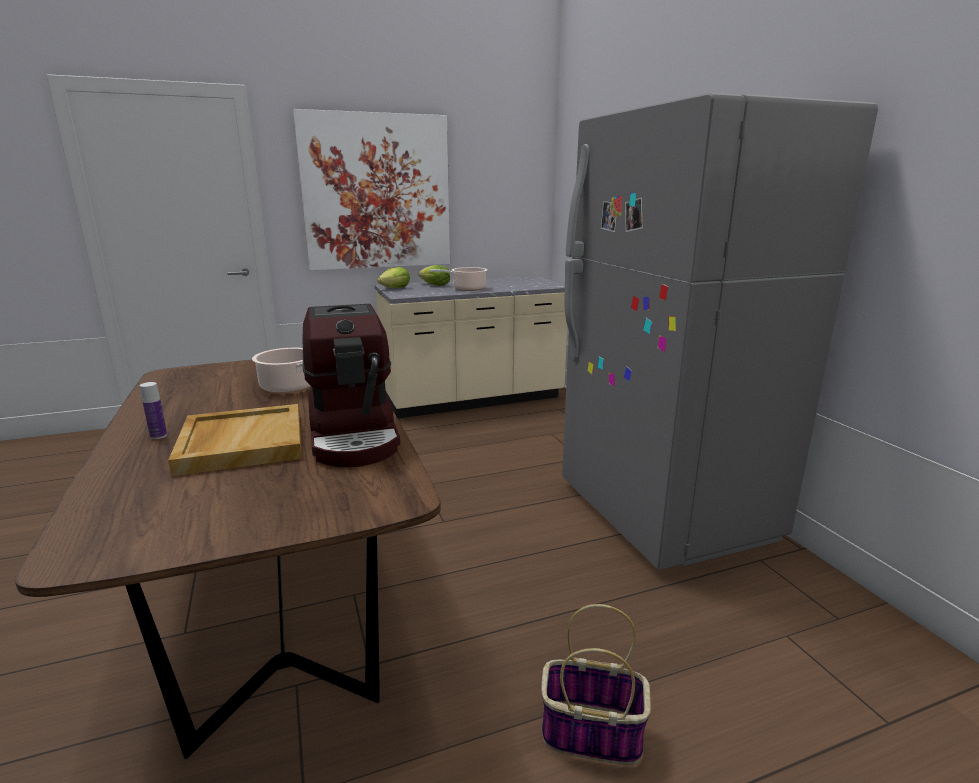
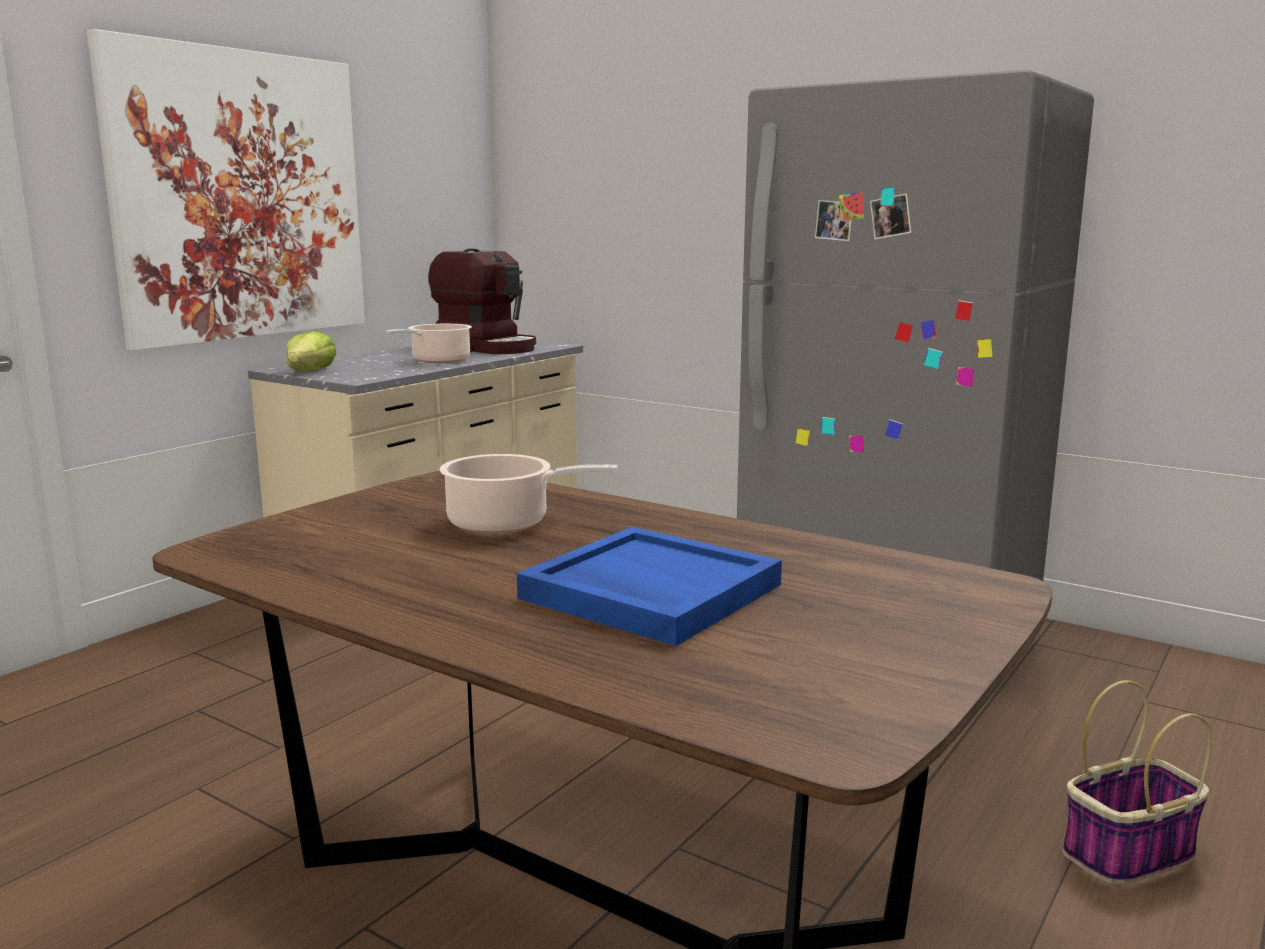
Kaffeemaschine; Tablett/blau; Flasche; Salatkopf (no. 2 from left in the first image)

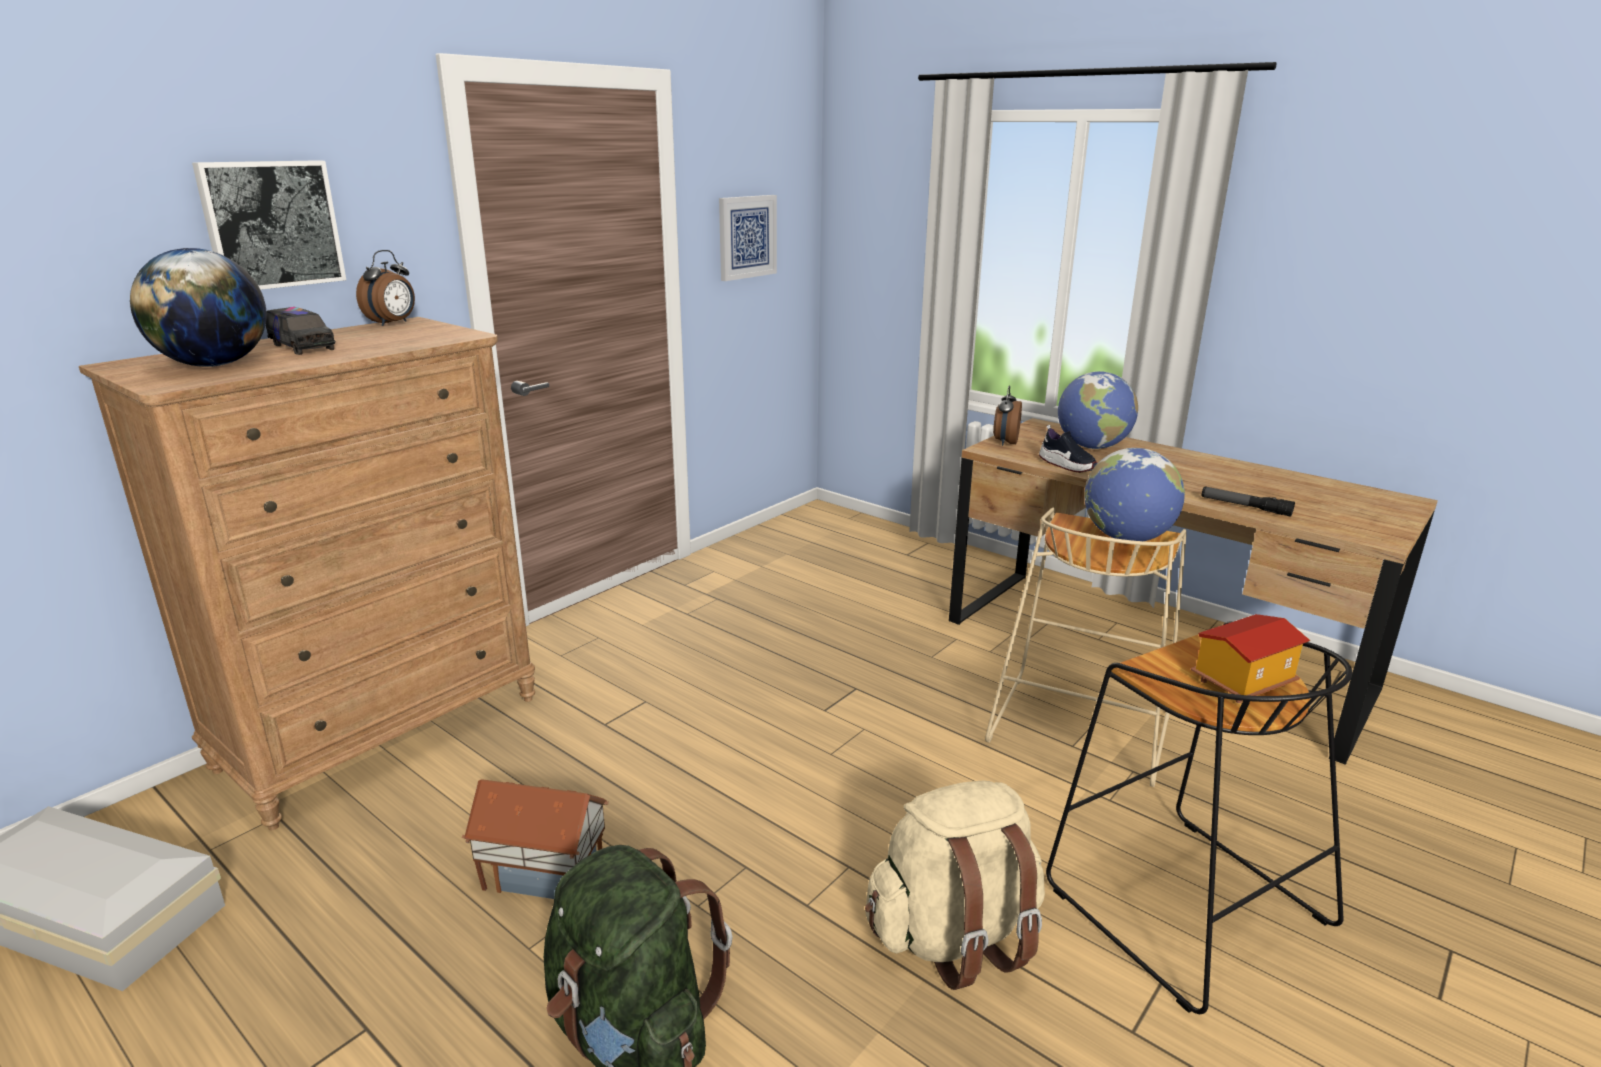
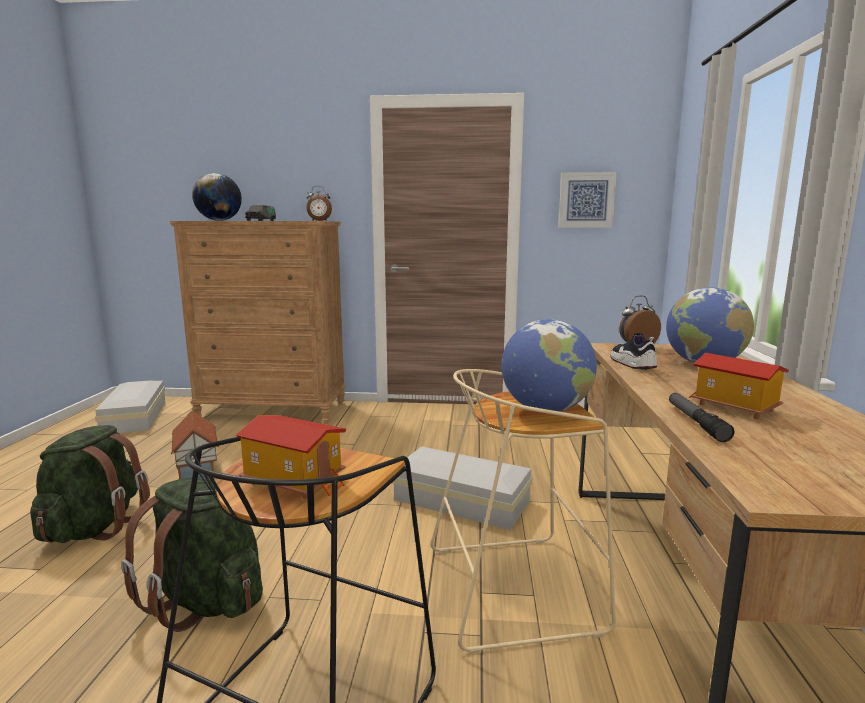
Rucksack/grün (no. 2 from left); Aufbewahrungsbox/weiß (no. 2 from left); Schuh; Spielzeughaus (no. 3 from left); Bild (no. 1 from left in the first image)

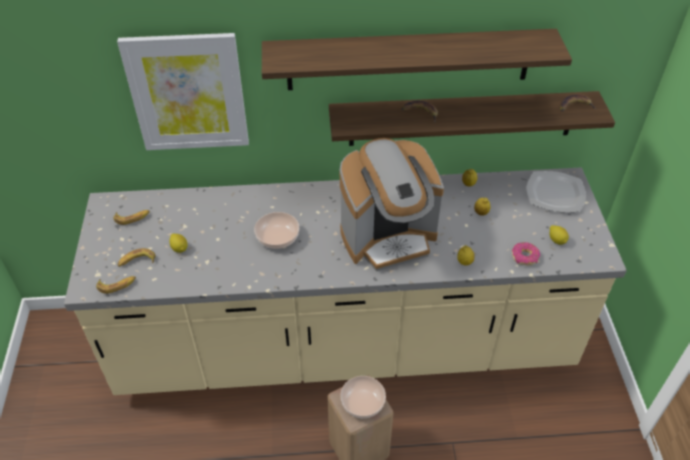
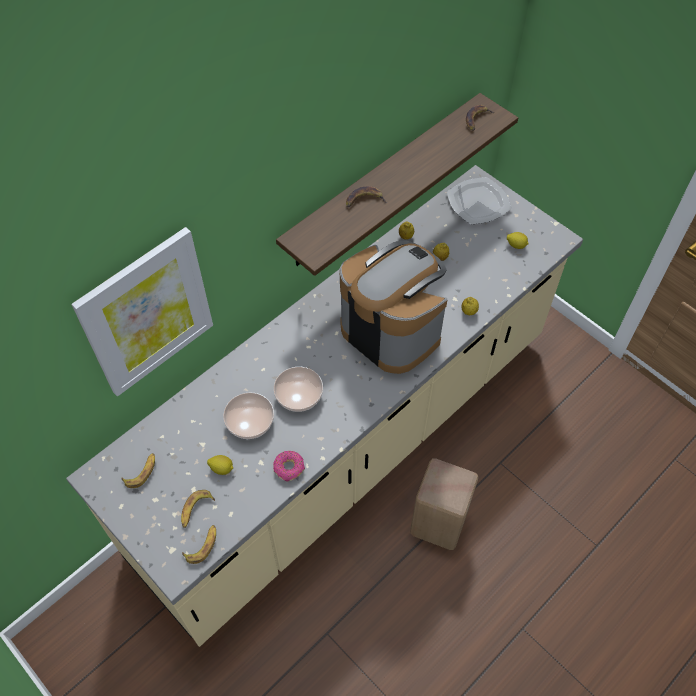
Schüssel (no. 1 from left); Donut; Kaffeemaschine; Wandregal (no. 1 from left in the first image)

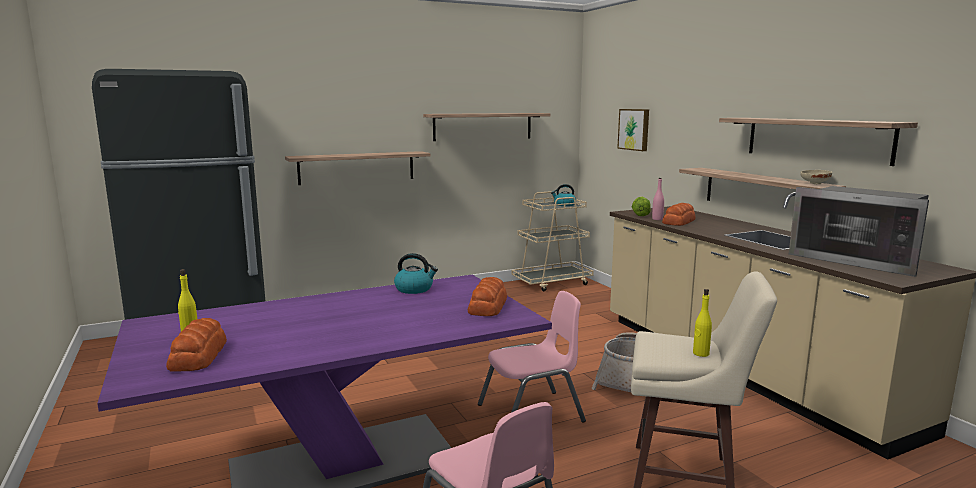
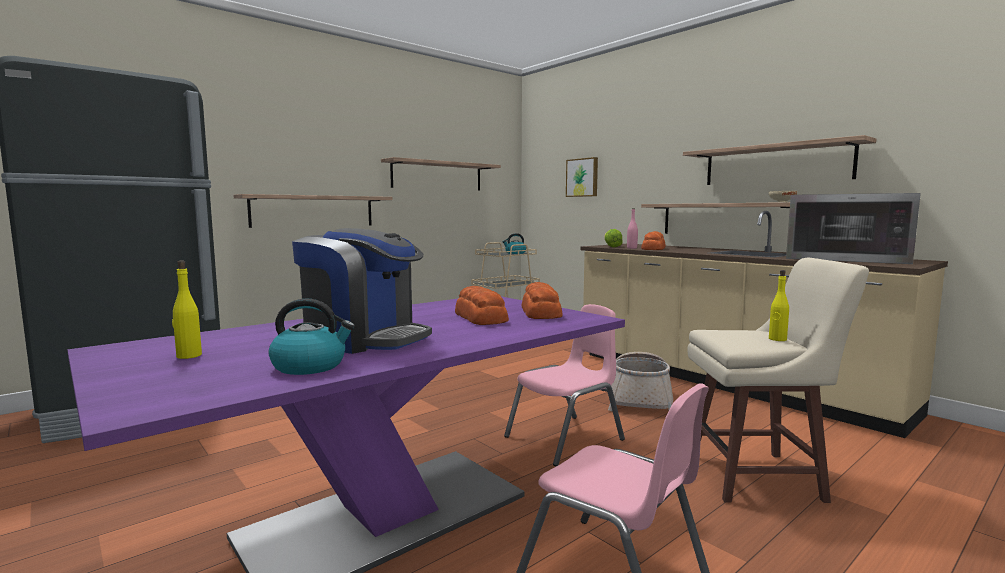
Wasserkessel (no. 1 from left); Kaffeemaschine; Brot (no. 1 from left)

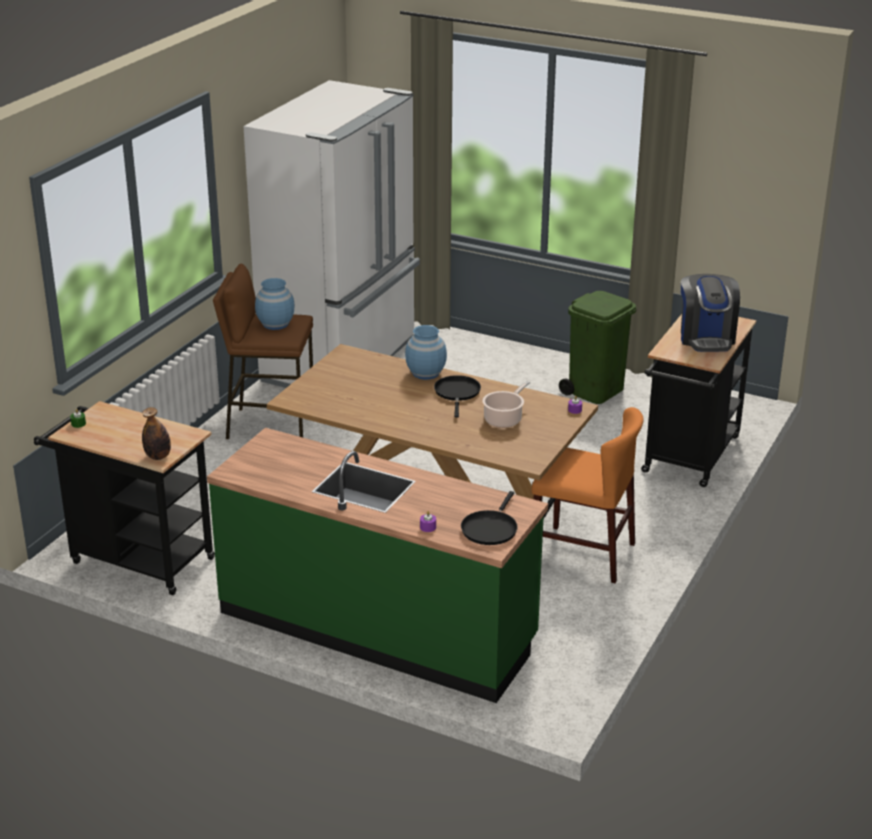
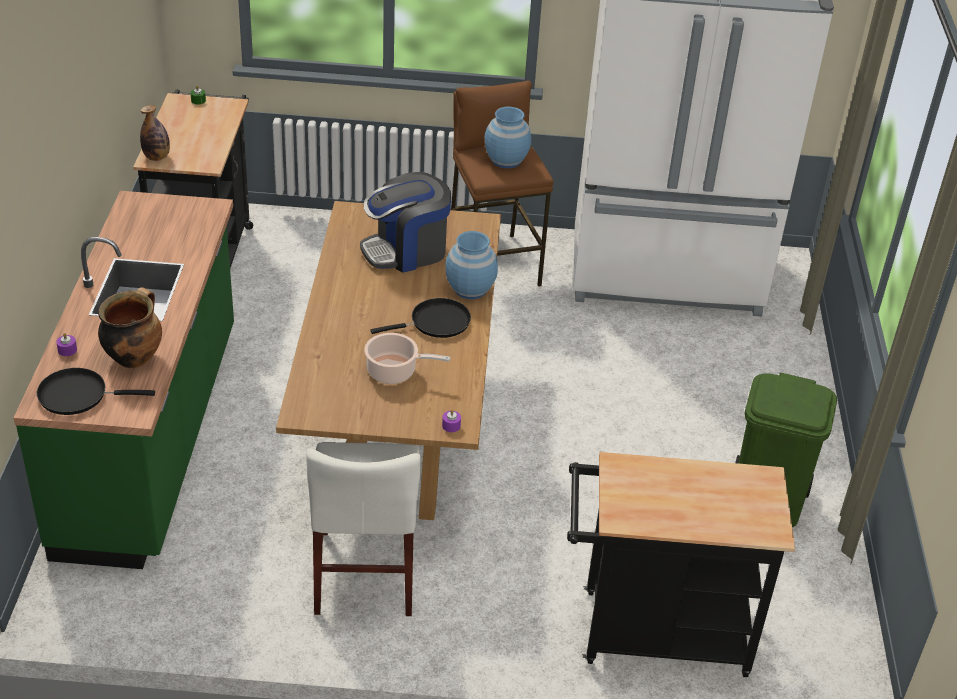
Kochtopf (no. 1 from left); Stuhl/weiß; Kaffeemaschine

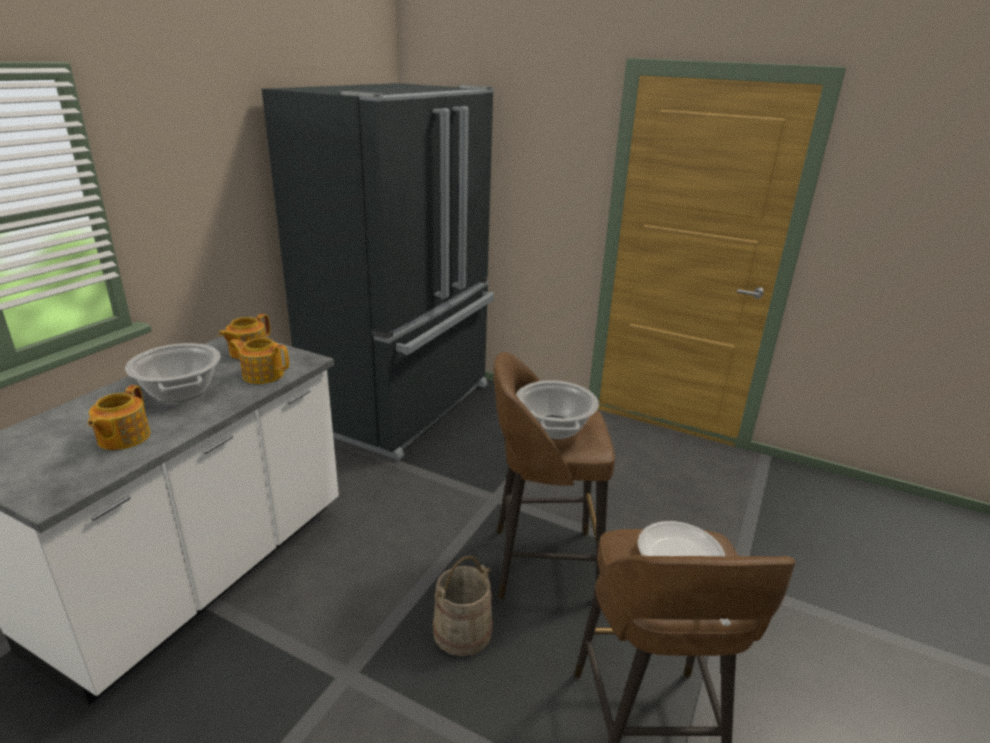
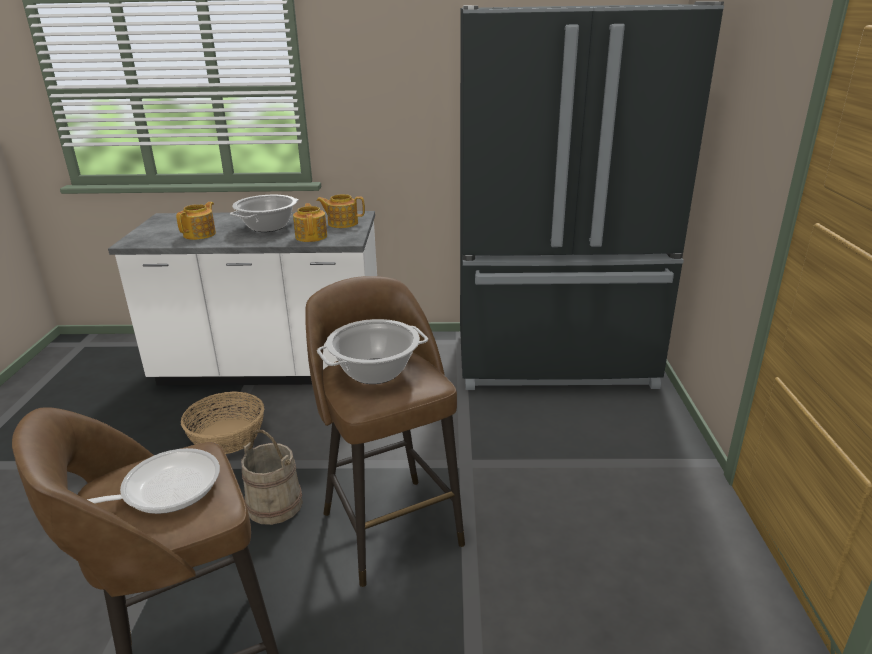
Teekanne (no. 1 from left); Korb

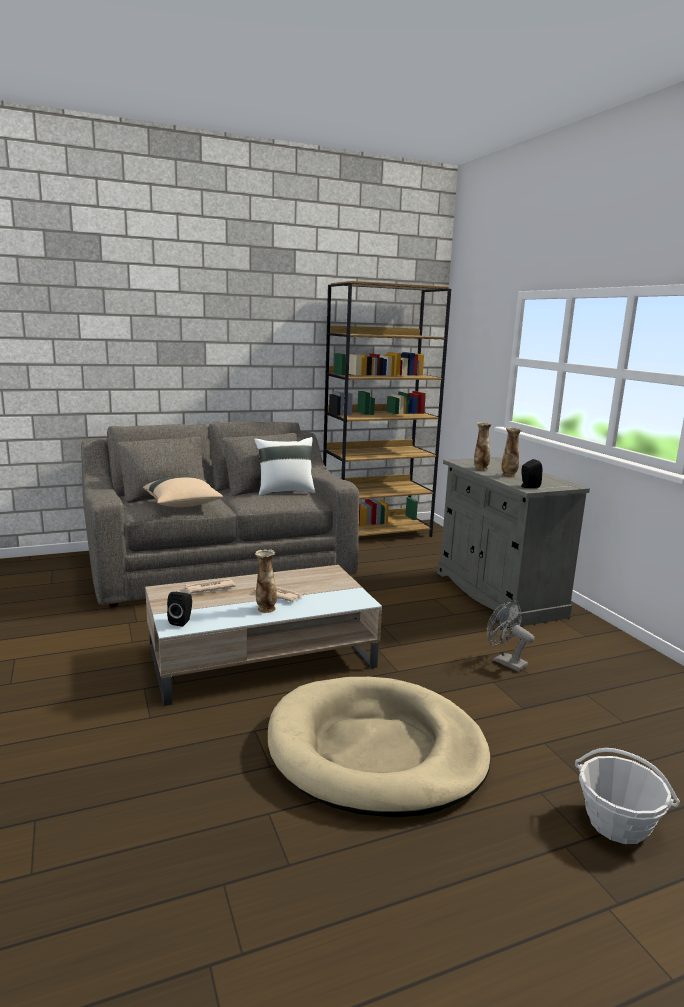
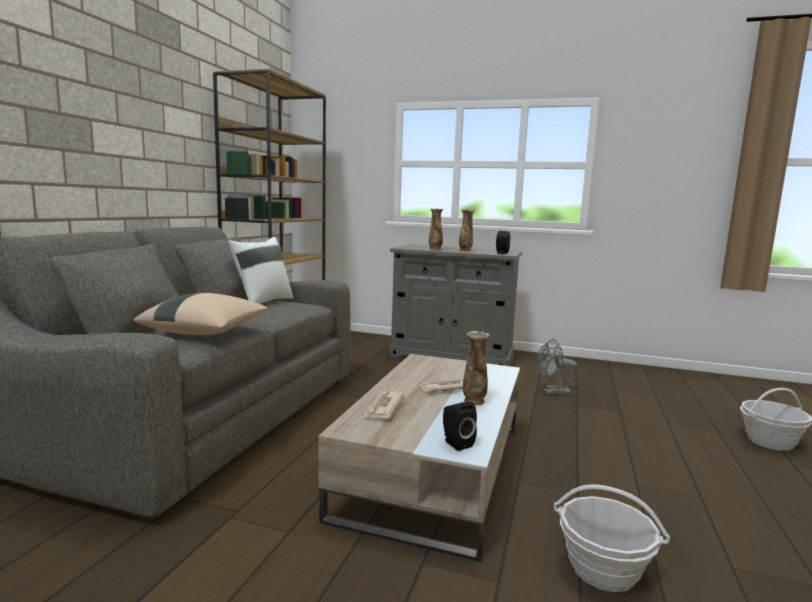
Korb (no. 1 from left); Hundebett/beige

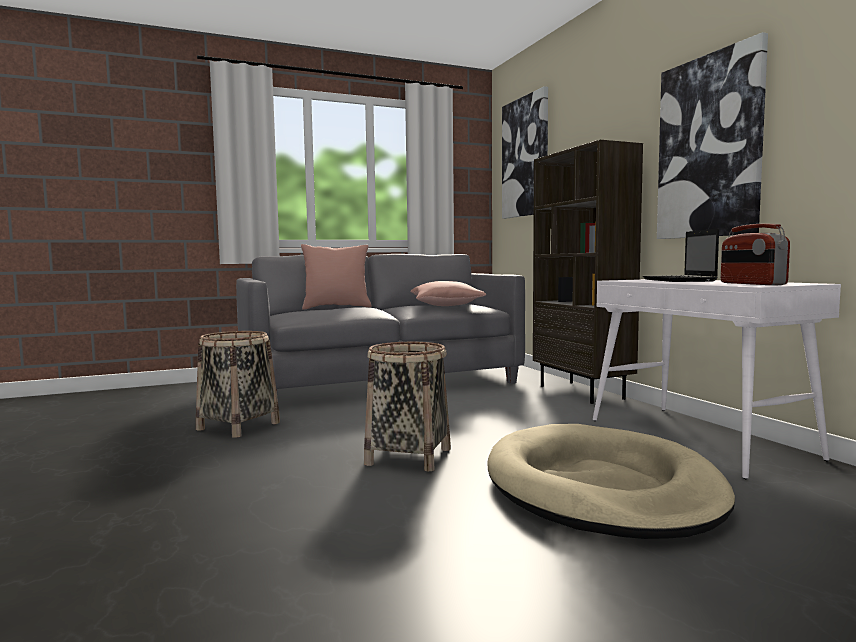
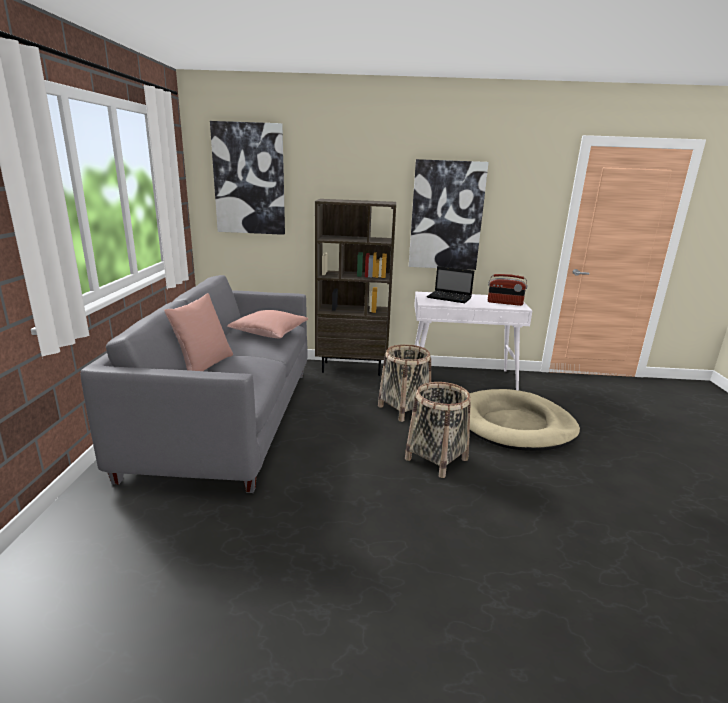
Korb (no. 1 from left)

